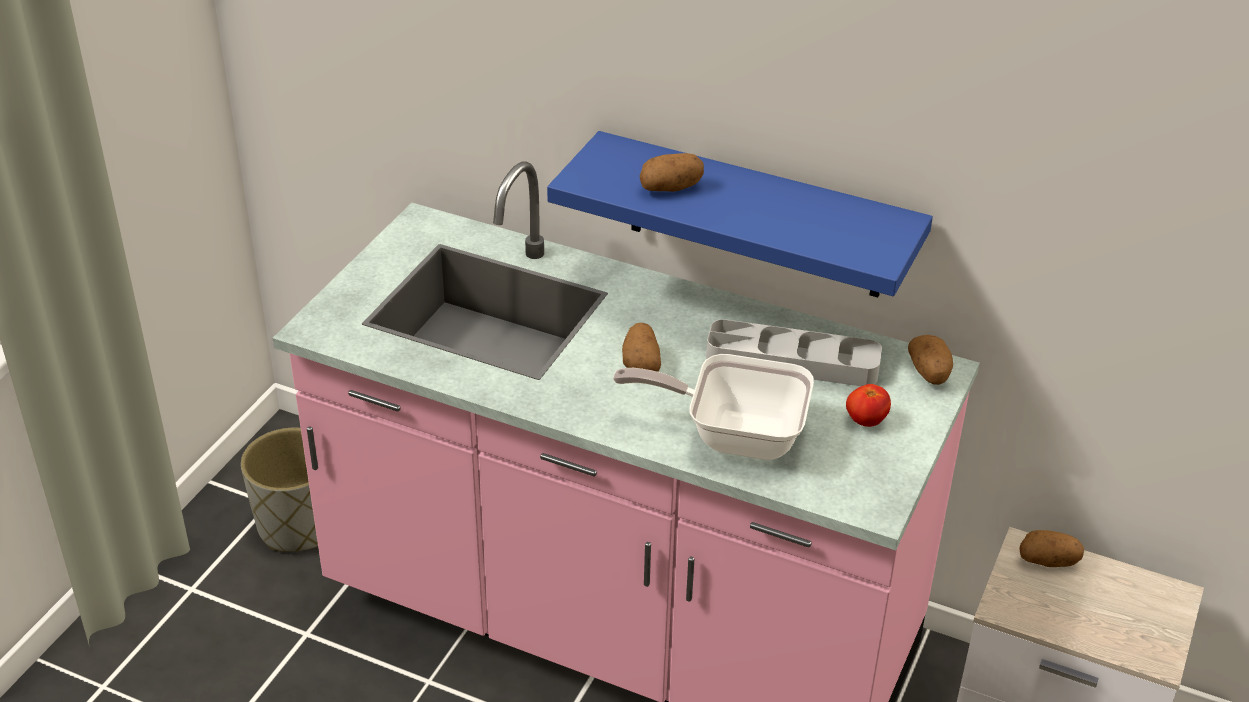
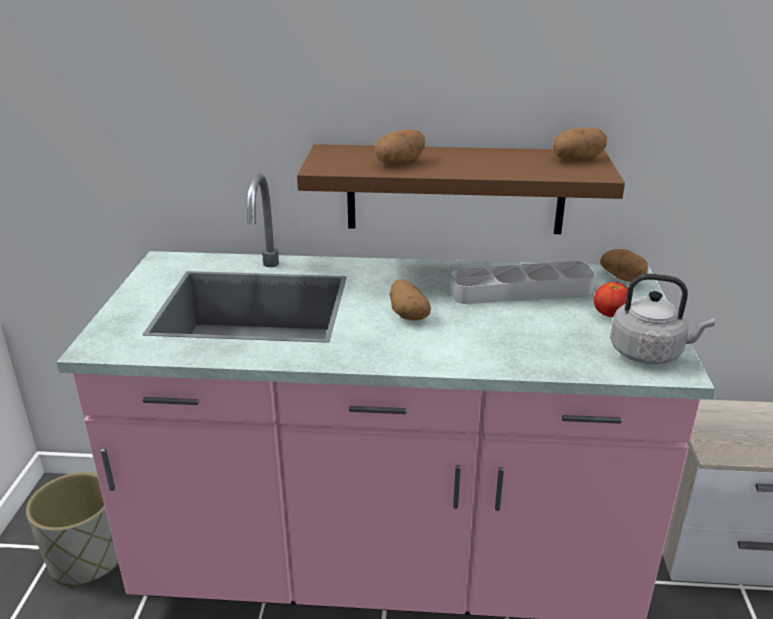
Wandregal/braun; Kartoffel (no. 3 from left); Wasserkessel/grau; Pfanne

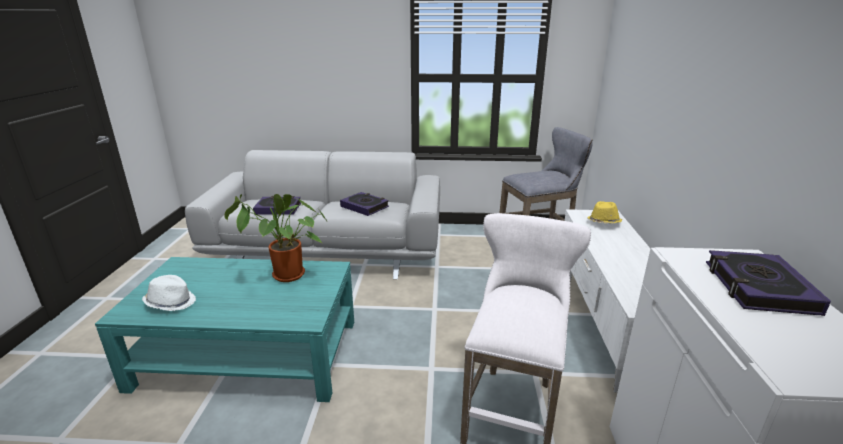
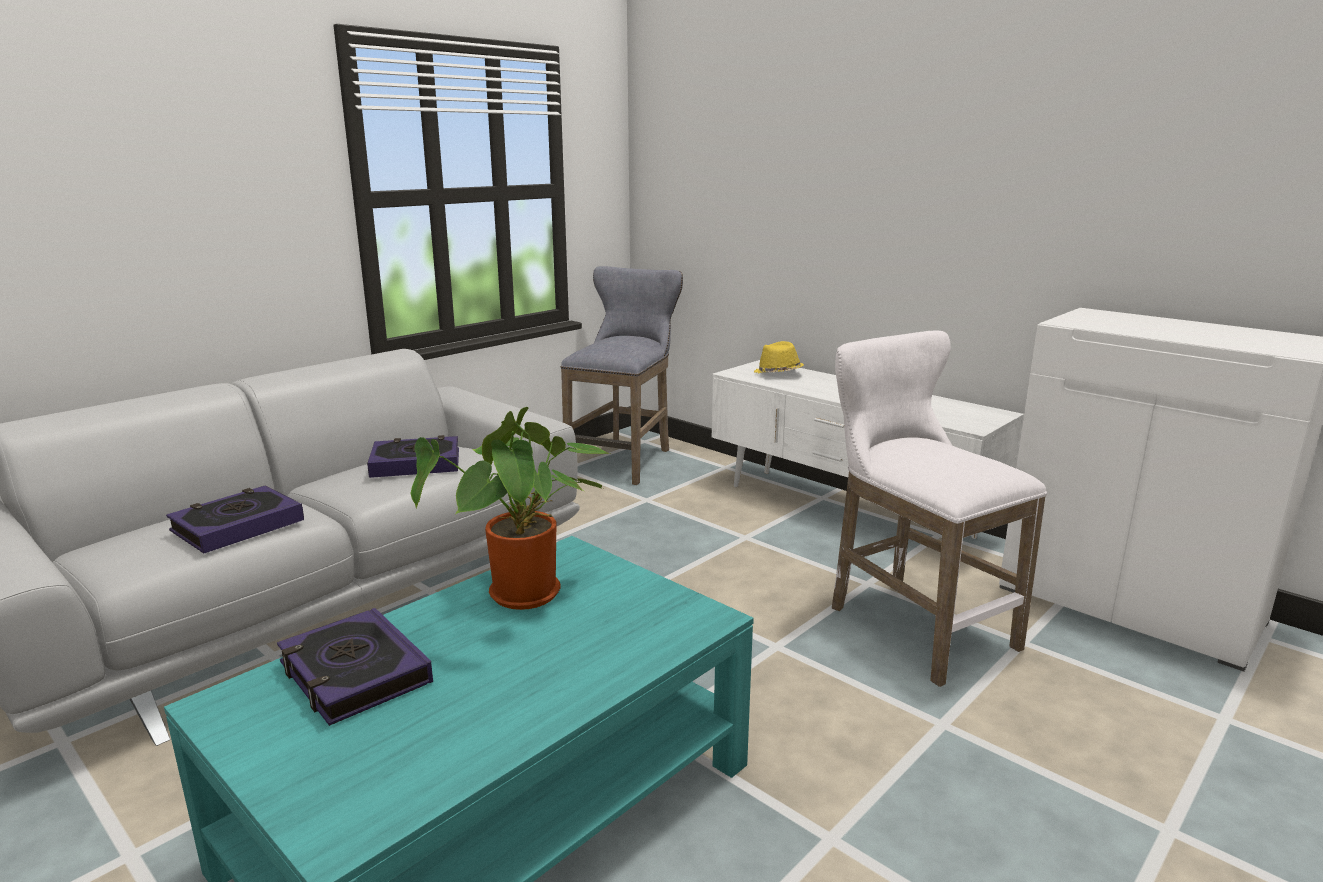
Buch (no. 2 from left); Hut/weiß

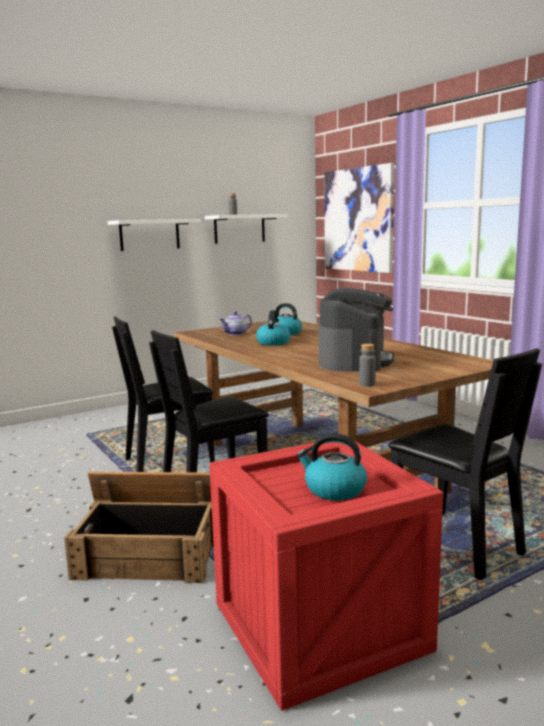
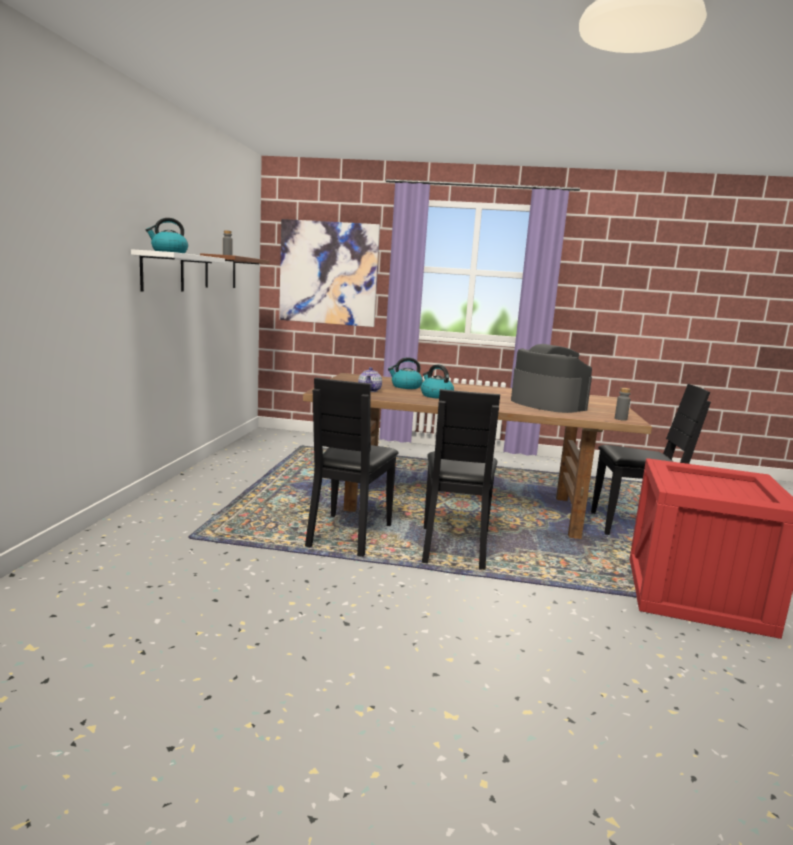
Wasserkessel (no. 1 from left); Wandregal/braun; Kiste (no. 1 from left in the first image)

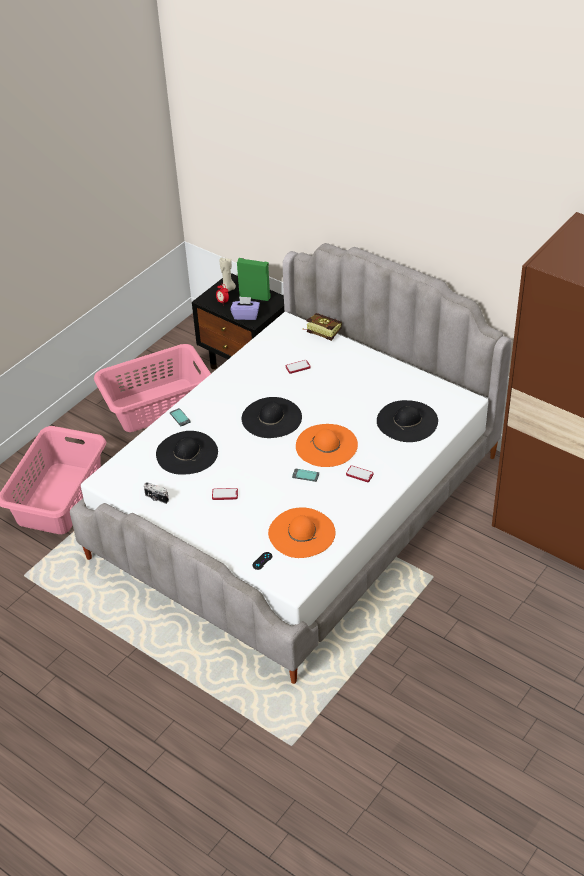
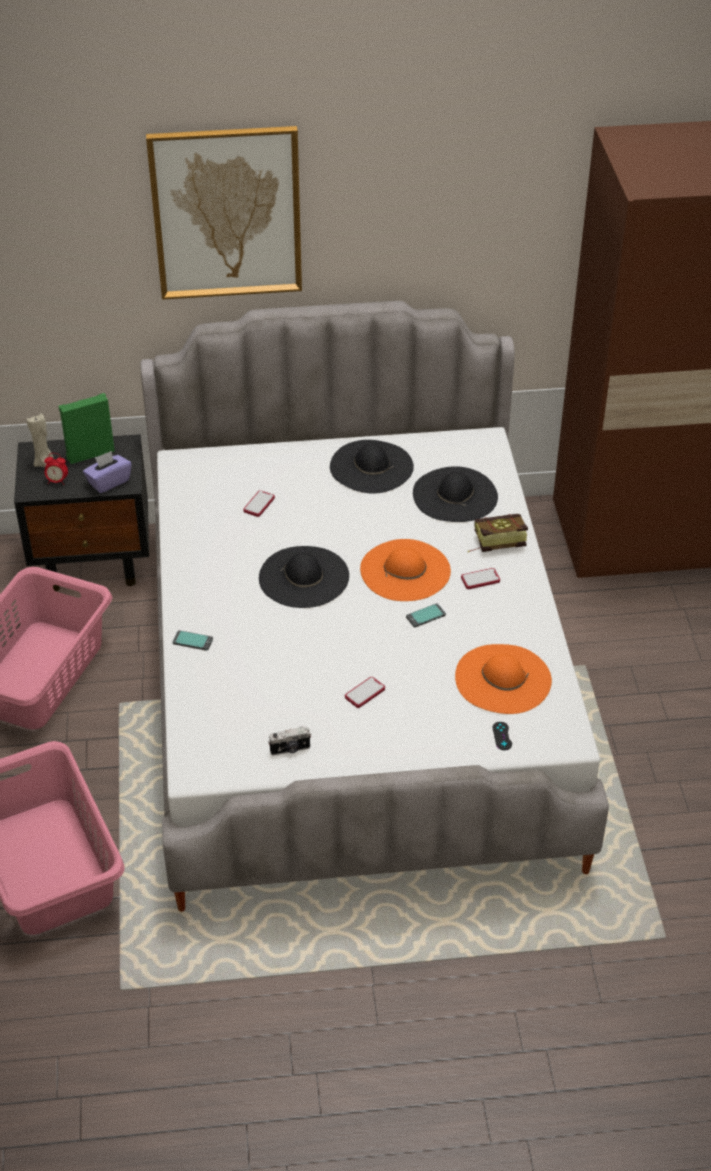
Bild; Hut/schwarz (no. 2 from left); Buch

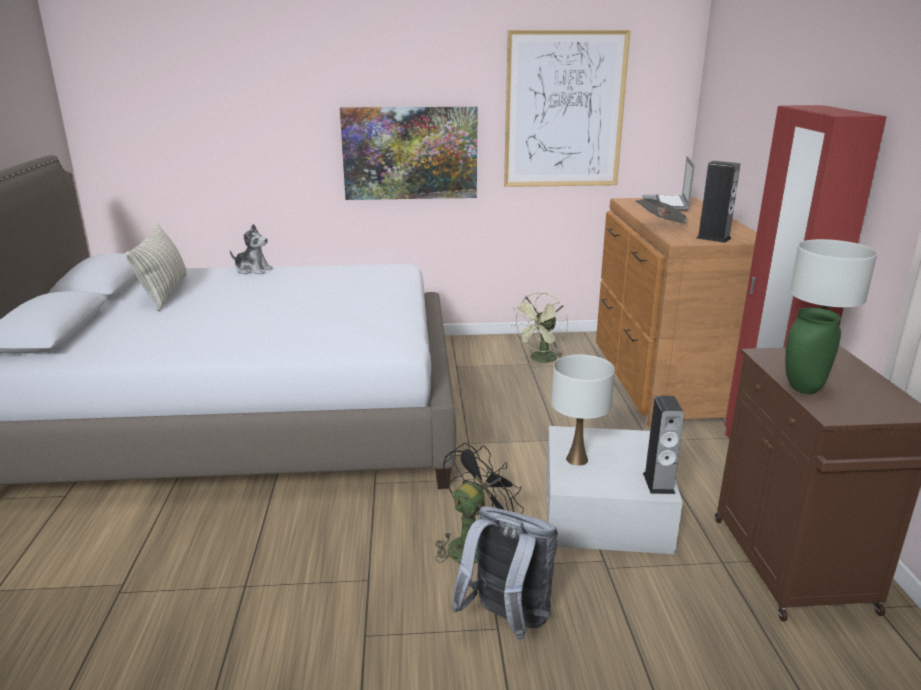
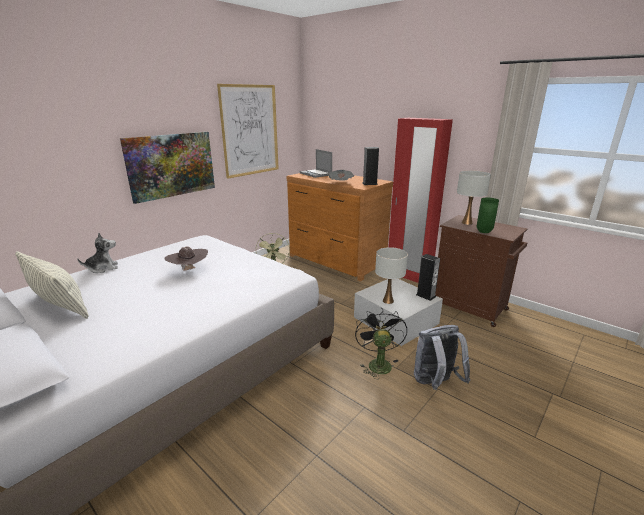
Hut/braun

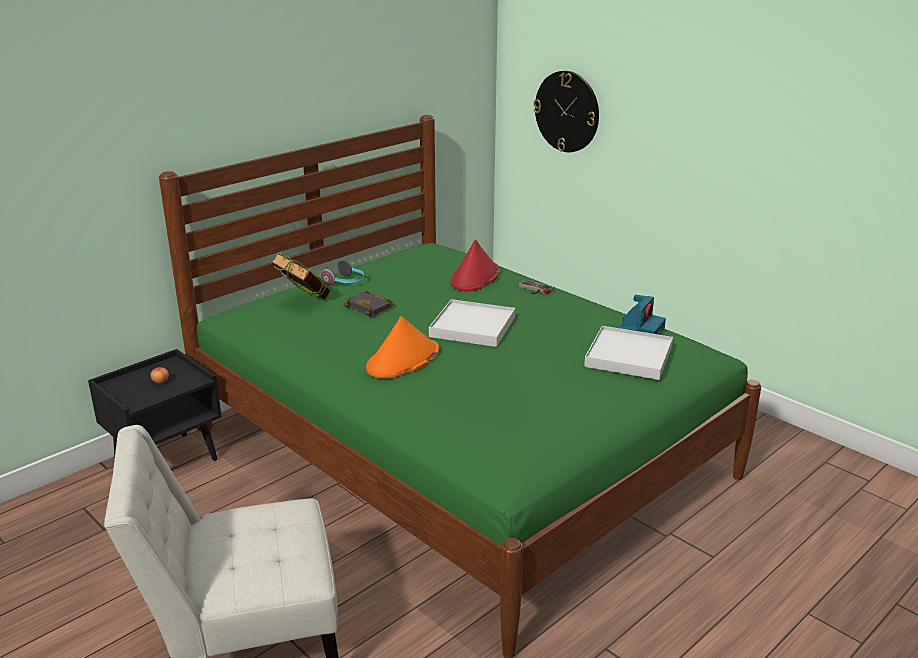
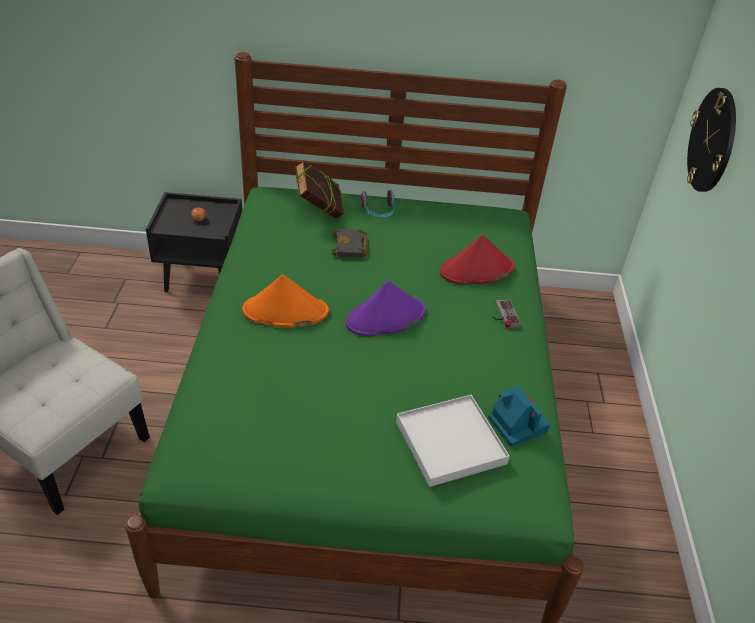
Hut/lila; Kamera

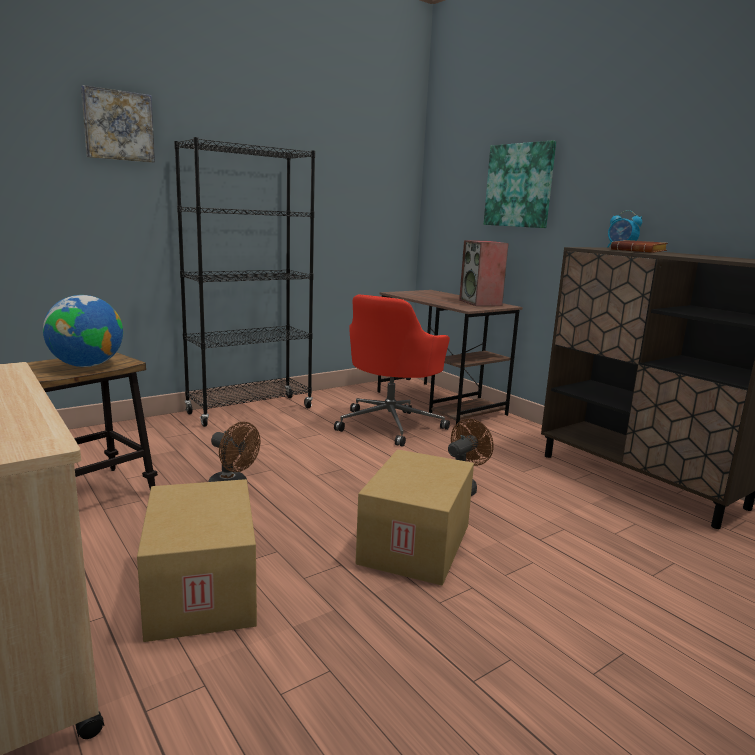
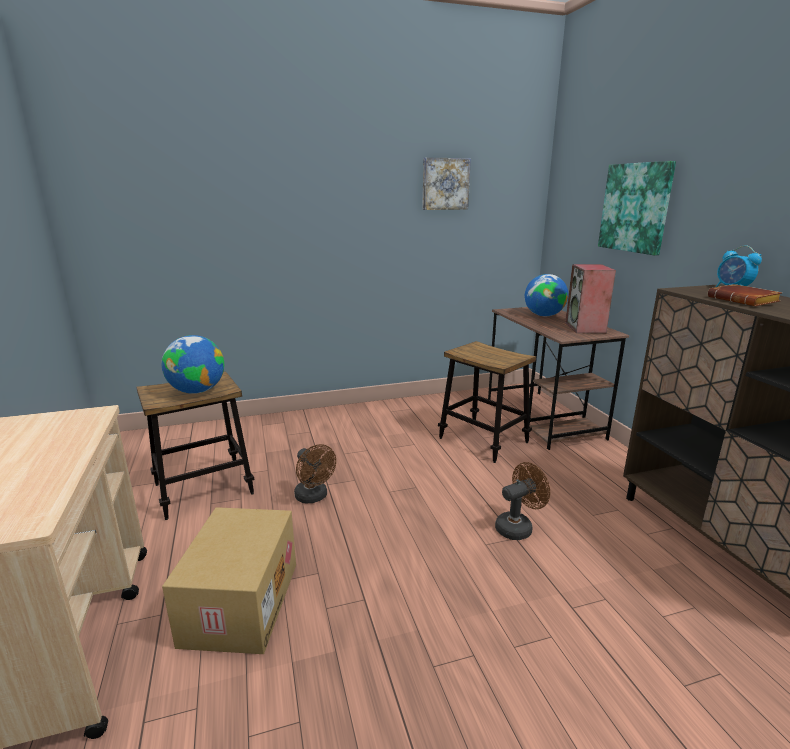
Bild (no. 1 from left); Hocker (no. 2 from left); Globus (no. 2 from left); Bücherregal/schwarz; Karton (no. 2 from left in the first image)

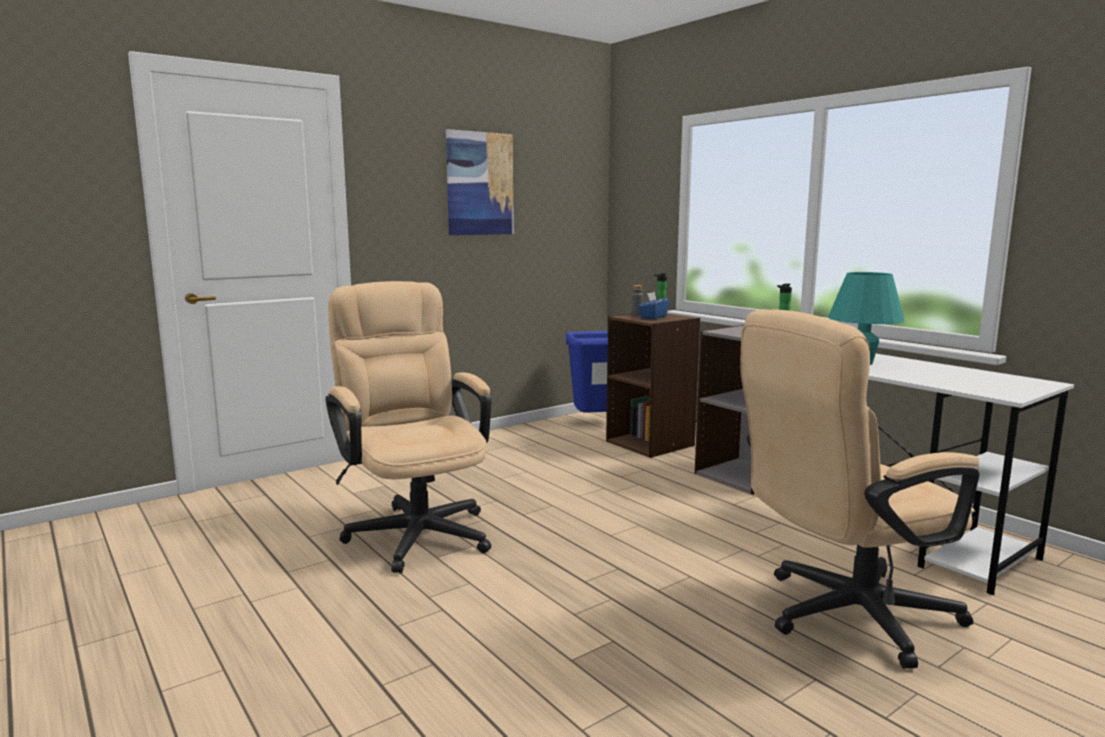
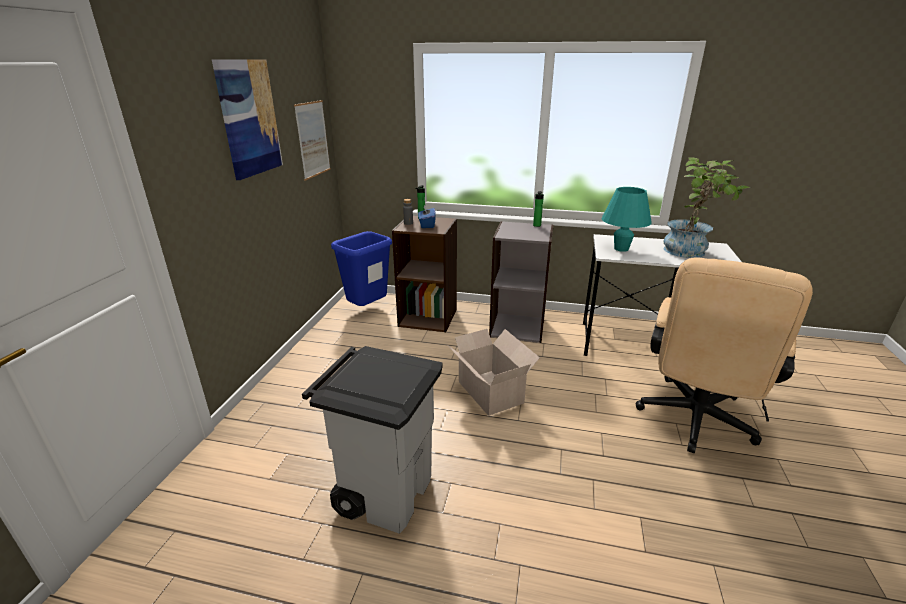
Bild (no. 2 from left); Mülleimer/grau; Karton; Topfpflanze

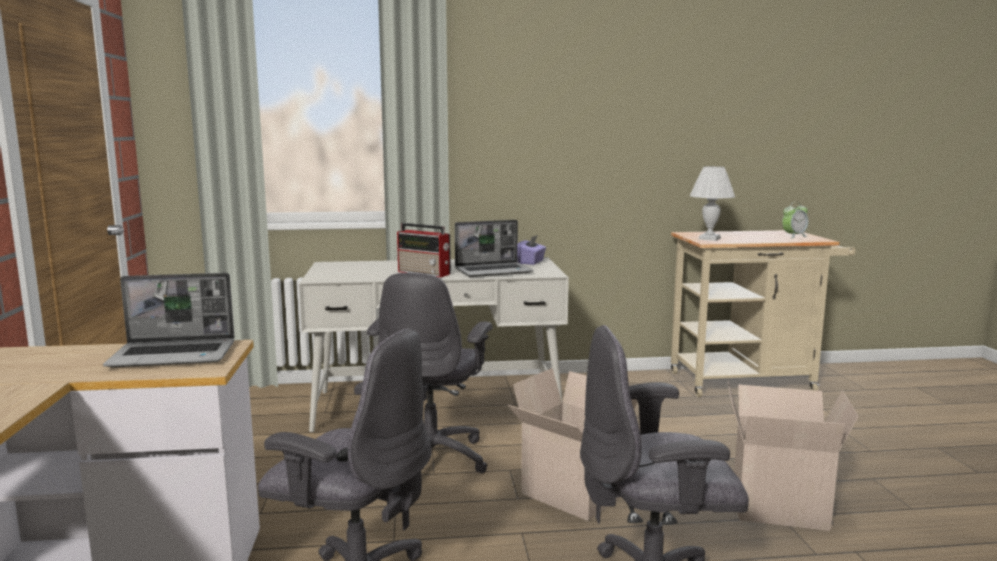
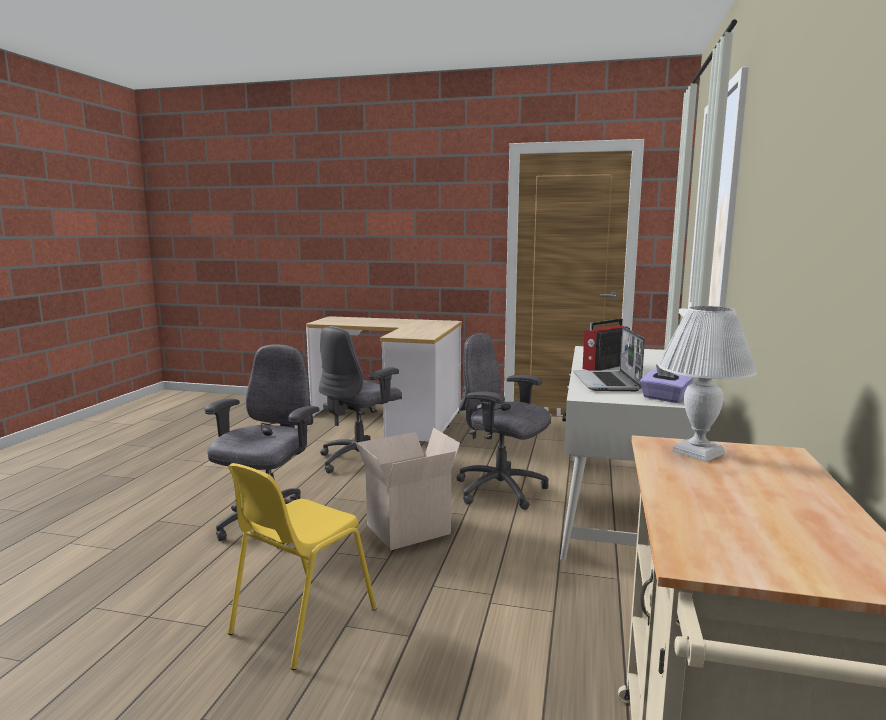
Stuhl/gelb; Laptop (no. 1 from left in the first image); Wecker

